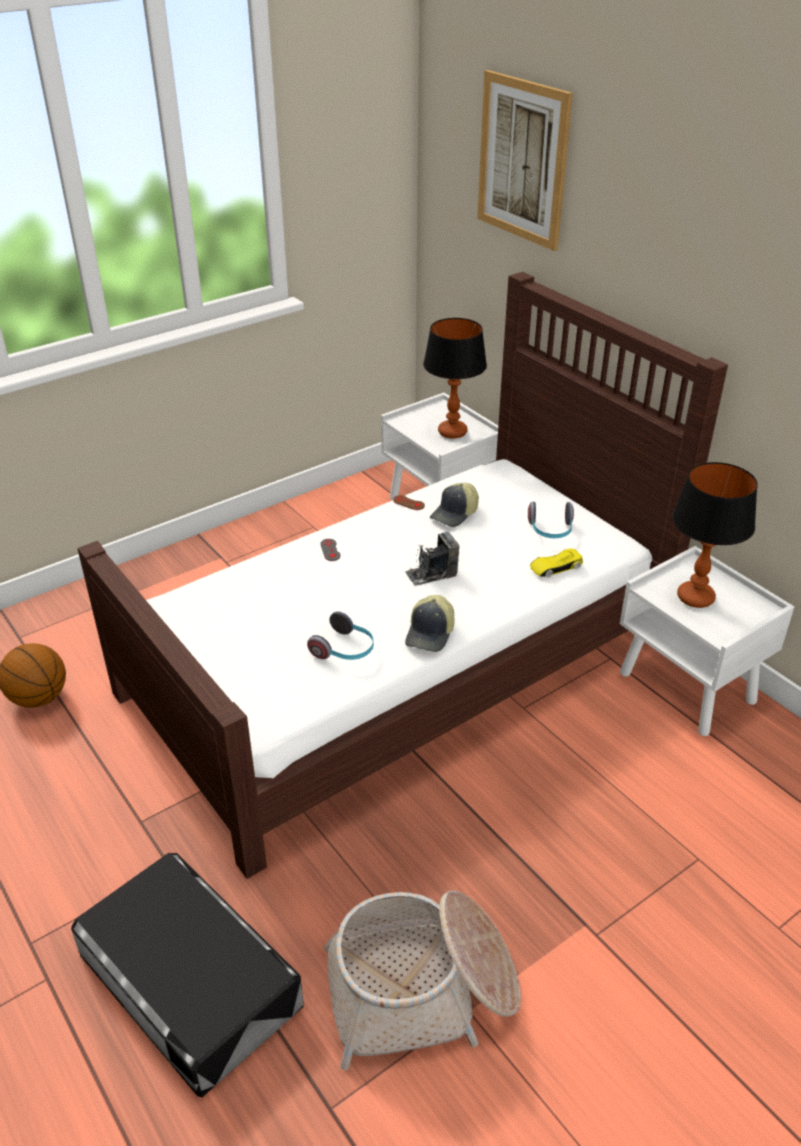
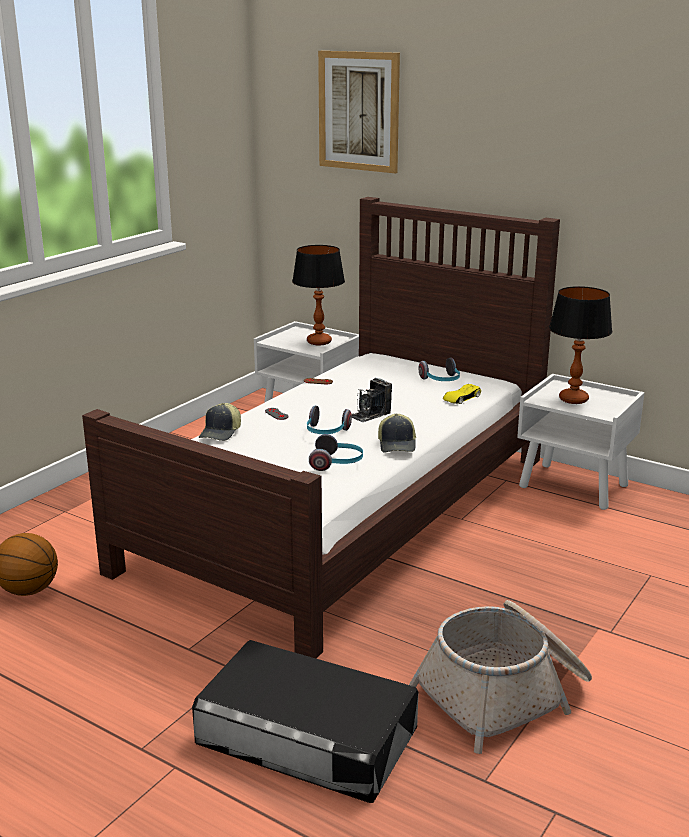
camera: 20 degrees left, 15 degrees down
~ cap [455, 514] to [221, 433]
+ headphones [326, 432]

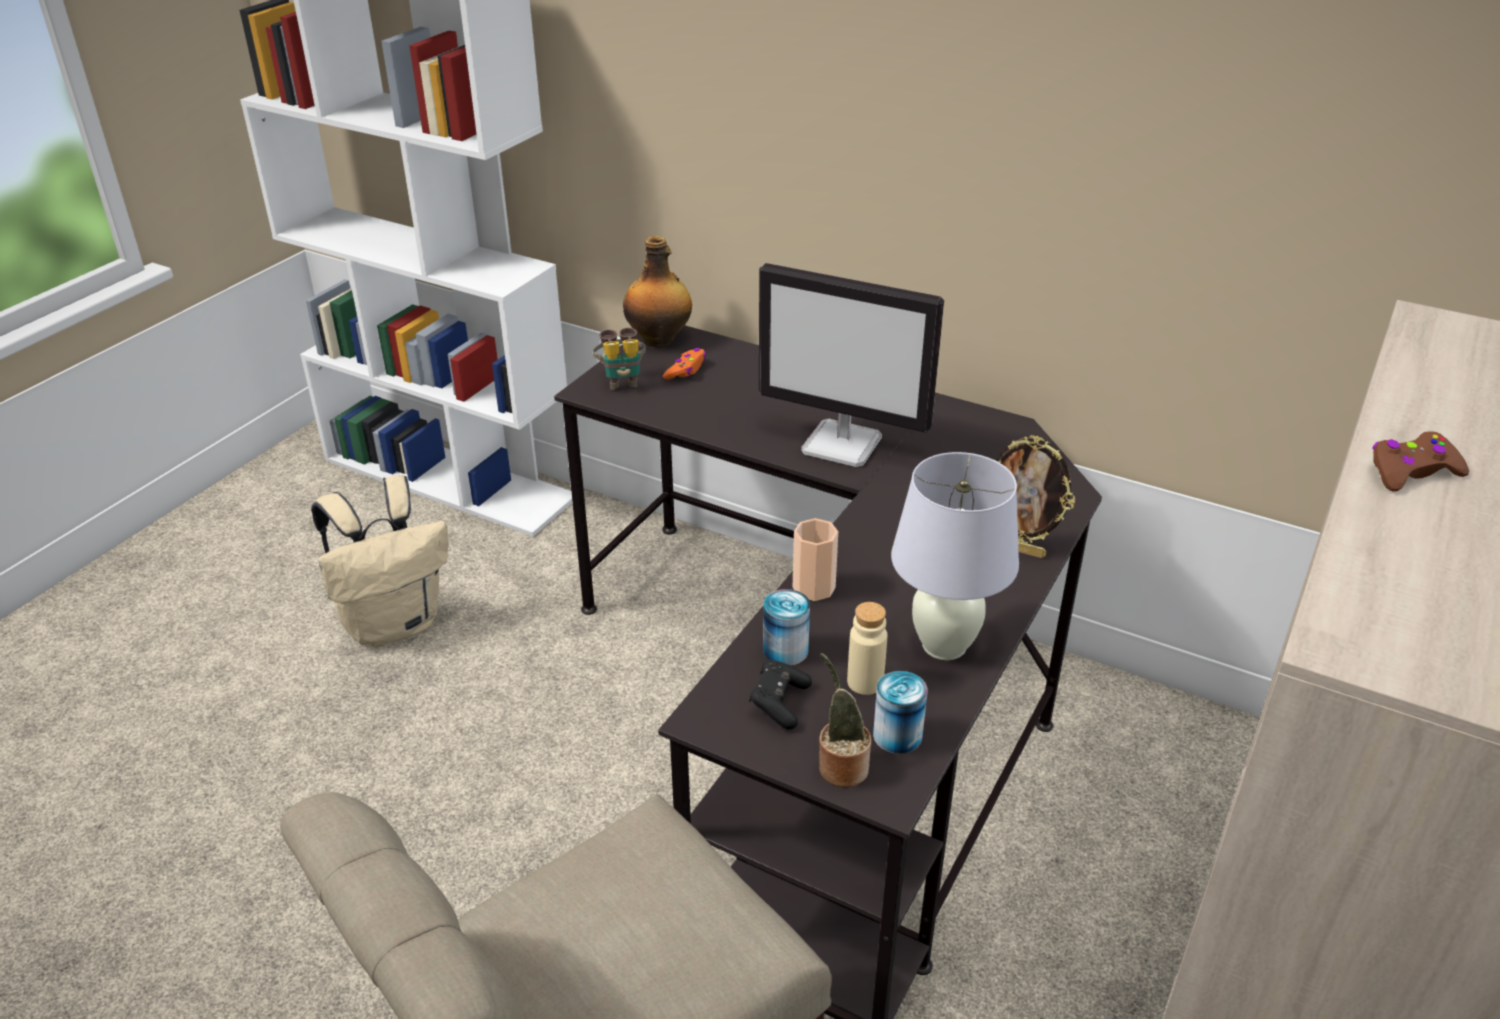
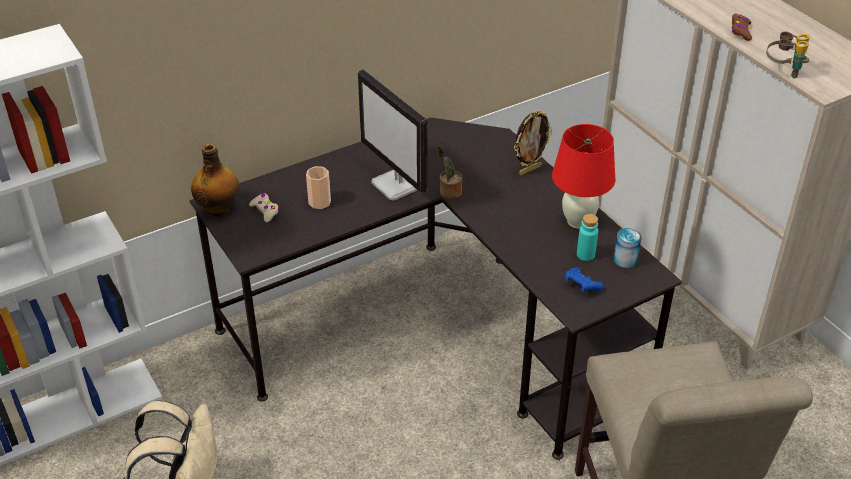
camera: 60 degrees left, 5 degrees up
~ game controller/orange [686, 370] to game controller/beige [265, 211]
~ cup [814, 587] to [319, 202]
~ monitor [843, 445] = [397, 185] 90 degrees clockwise
~ potted plant [840, 766] to [449, 192]
~ table lamp/white [943, 645] to table lamp/red [577, 221]
~ game controller/black [779, 703] to game controller/blue [581, 286]
~ bottle/beige [865, 682] to bottle/turquoise [585, 255]
~ binoculars [622, 380] to [783, 71]
- can [785, 650]

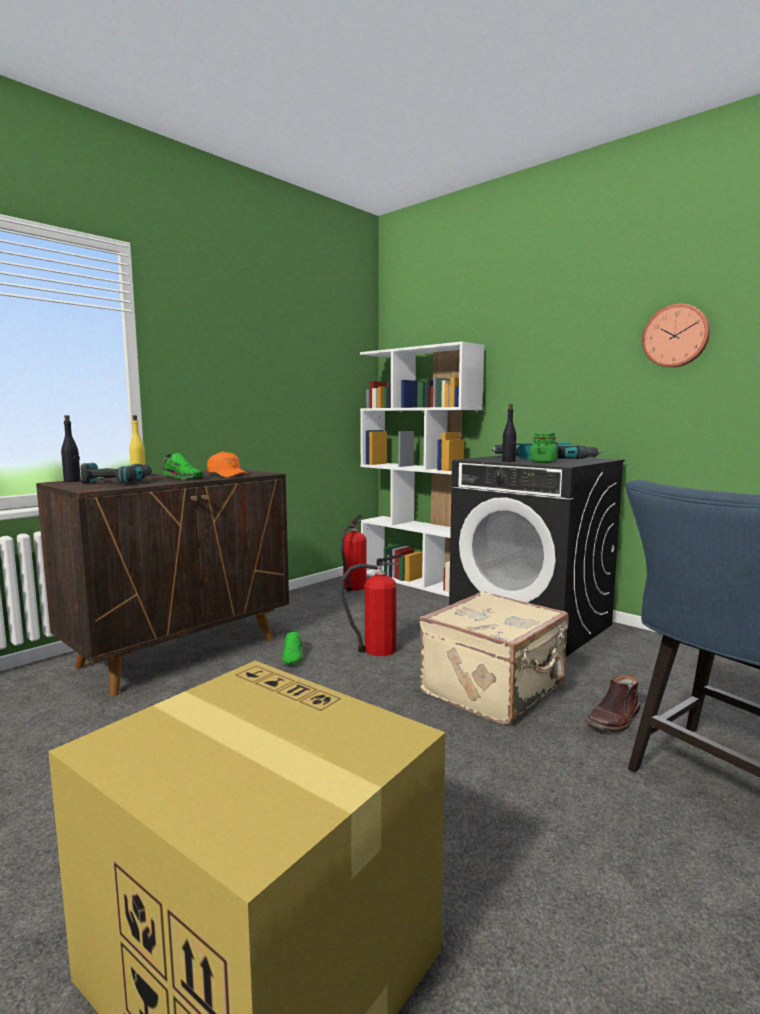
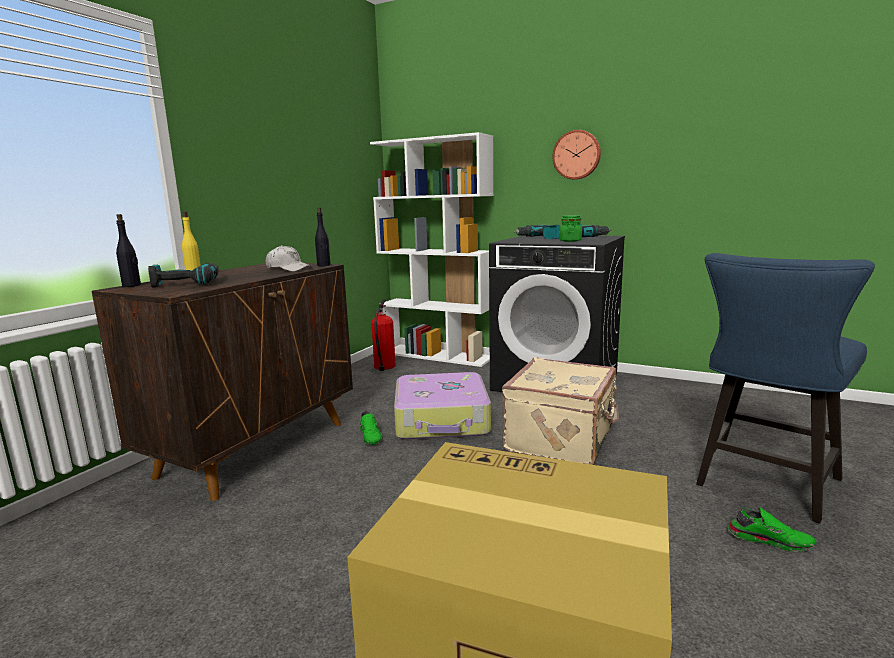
camera: 15 degrees left, 5 degrees up
~ cap/orange [227, 475] to cap/white [288, 269]
~ bottle/black [508, 461] to [324, 265]
~ fire extinguisher [377, 650] to suitcase [442, 420]
~ wall clock [676, 336] to [577, 155]
~ shoe/green [184, 478] to [769, 539]
- boot/brown [614, 719]

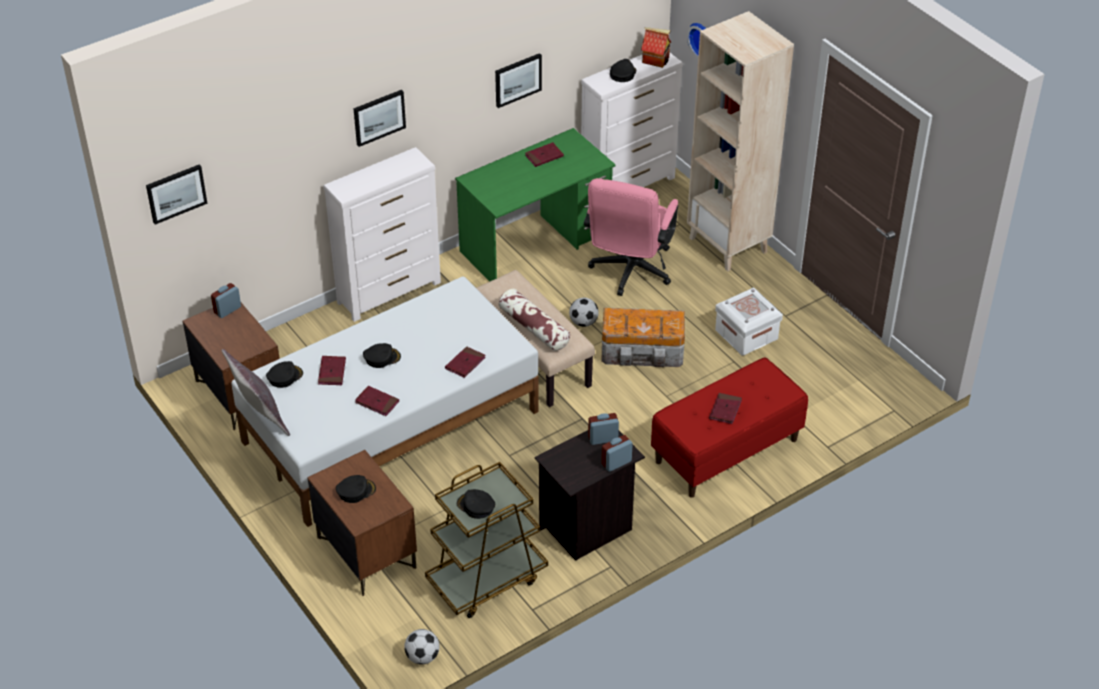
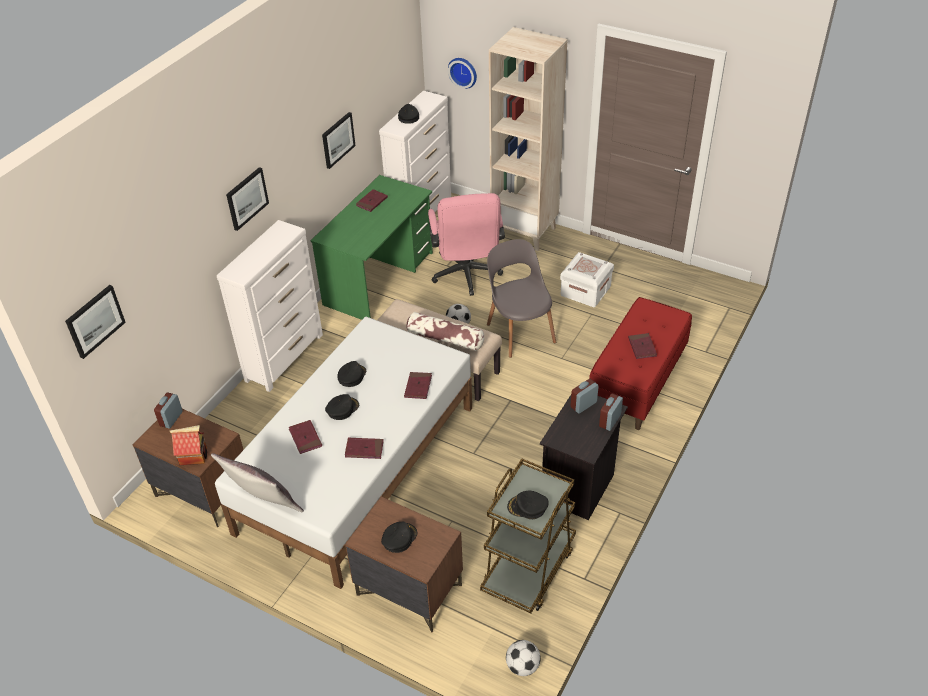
camera: 25 degrees left, 0 degrees up
~ toy house [656, 60] to [194, 455]
~ cap/black [284, 376] to [351, 376]
~ storage box [643, 352] to chair/grey [520, 331]

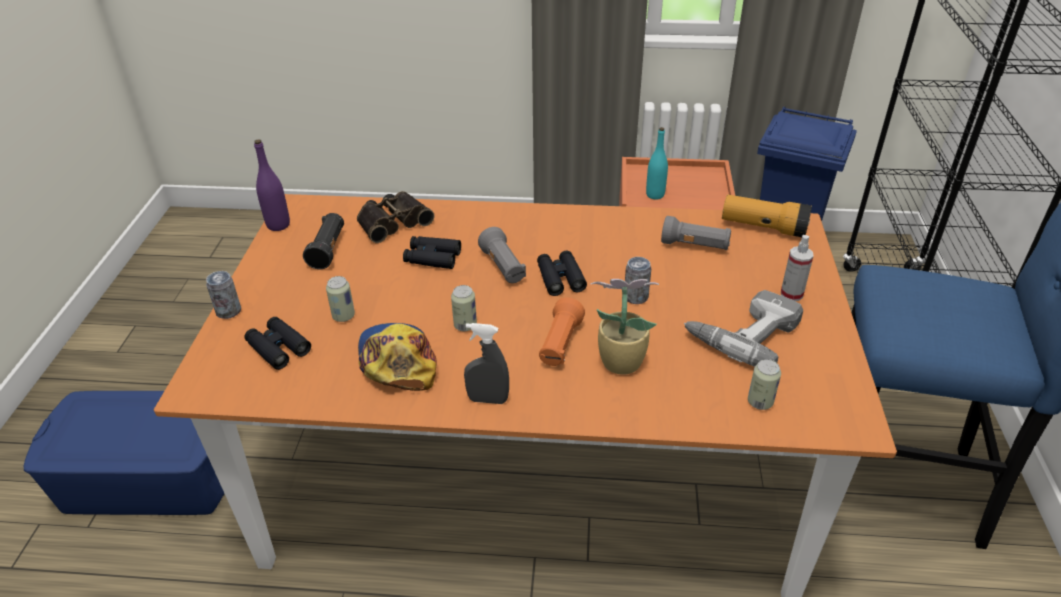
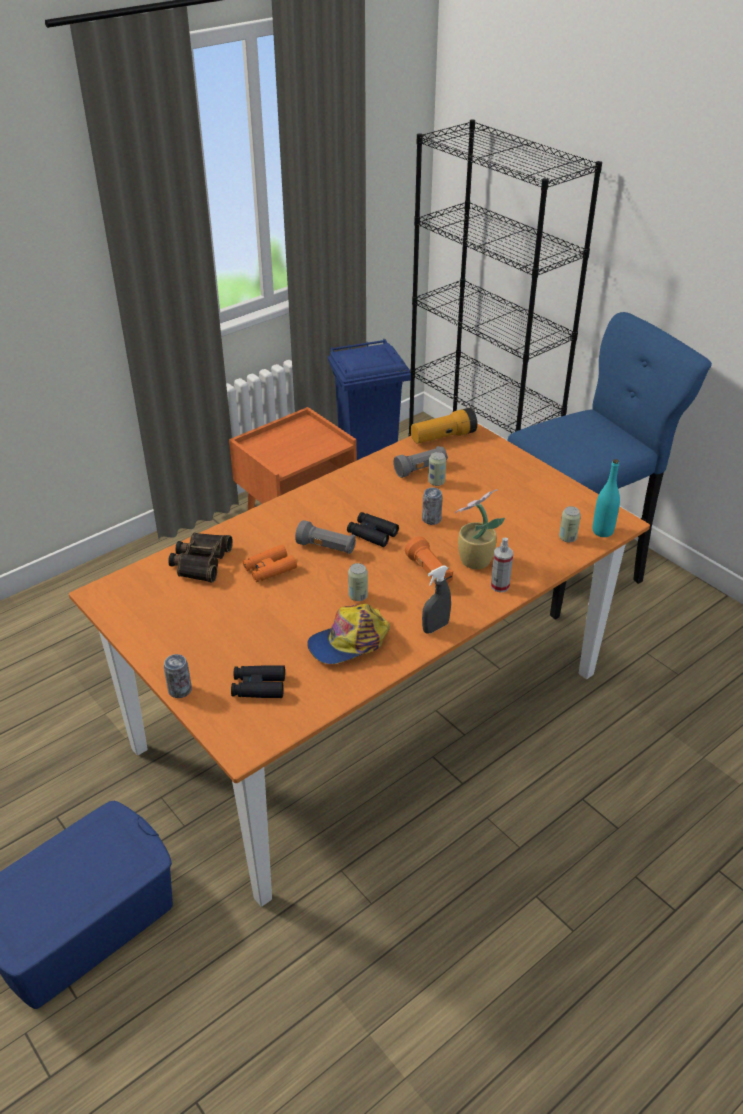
camera: 45 degrees left, 0 degrees up
~ binoculars/black [432, 258] to binoculars/orange [269, 569]
~ cap [397, 360] = [349, 642] 60 degrees counterclockwise
~ can [343, 316] to [436, 482]
~ spray bottle [791, 294] to [500, 586]
~ bottle/turquoise [655, 195] to [602, 531]
- bottle/purple [278, 225]
- flashlight/black [328, 250]
- power drill [742, 333]

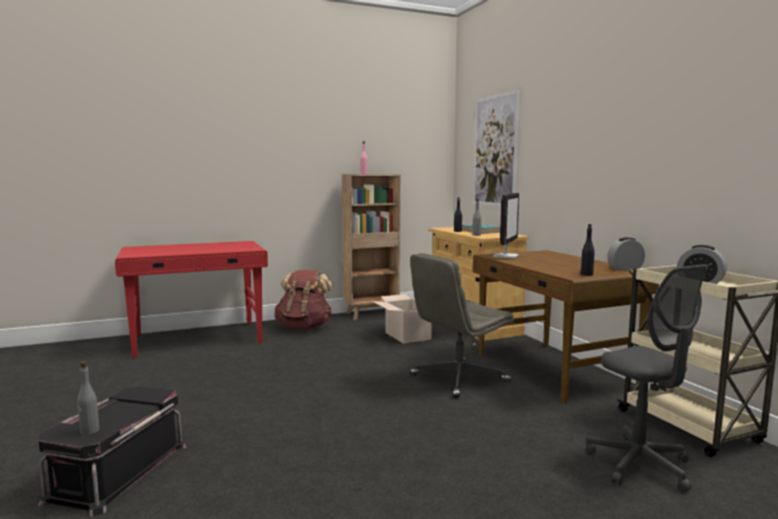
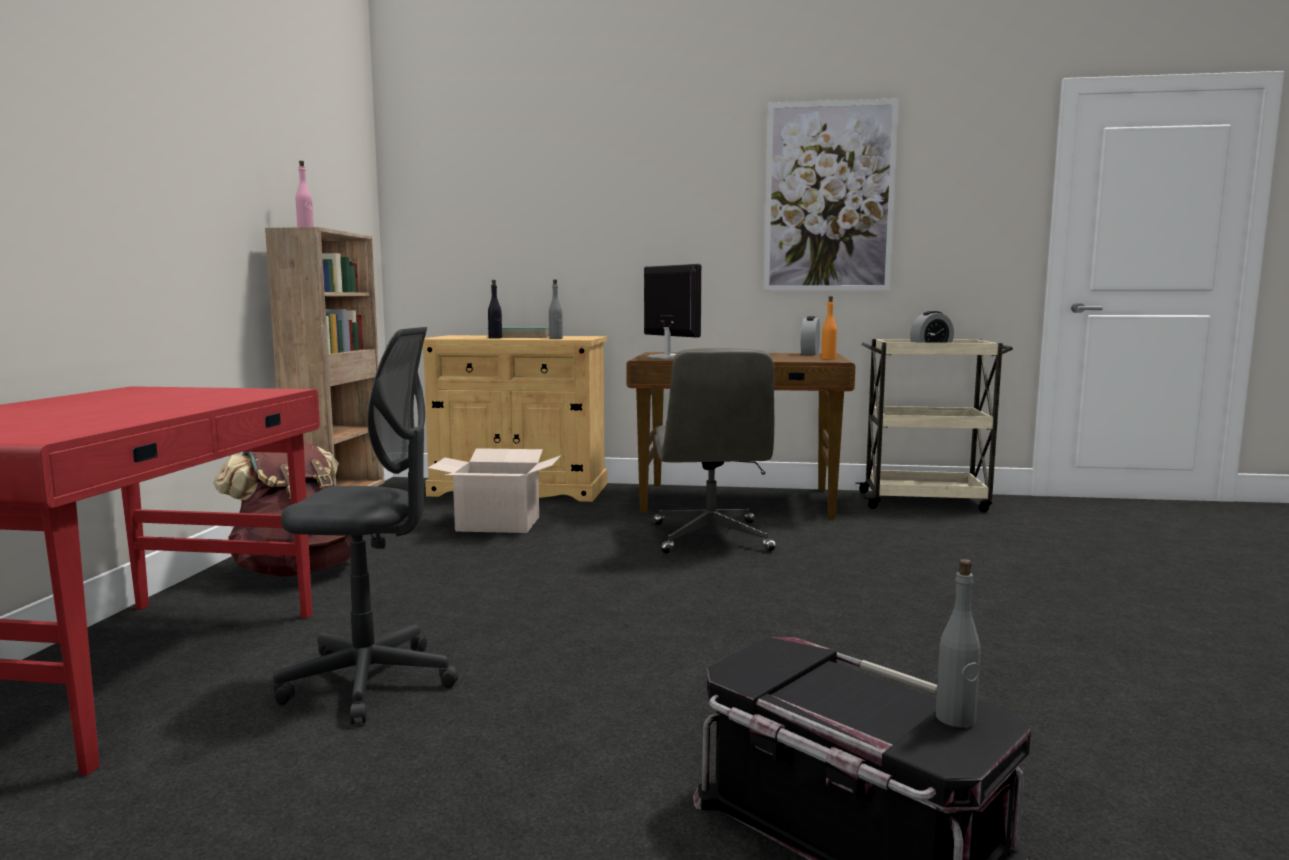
camera: 60 degrees left, 0 degrees up
~ office chair/grey [639, 465] to [370, 682]
~ picture [495, 151] to [829, 197]
~ bottle/black [587, 274] to bottle/orange [828, 359]

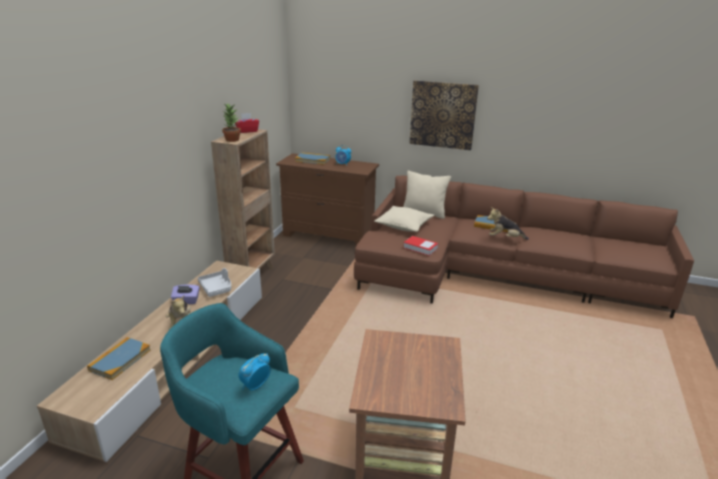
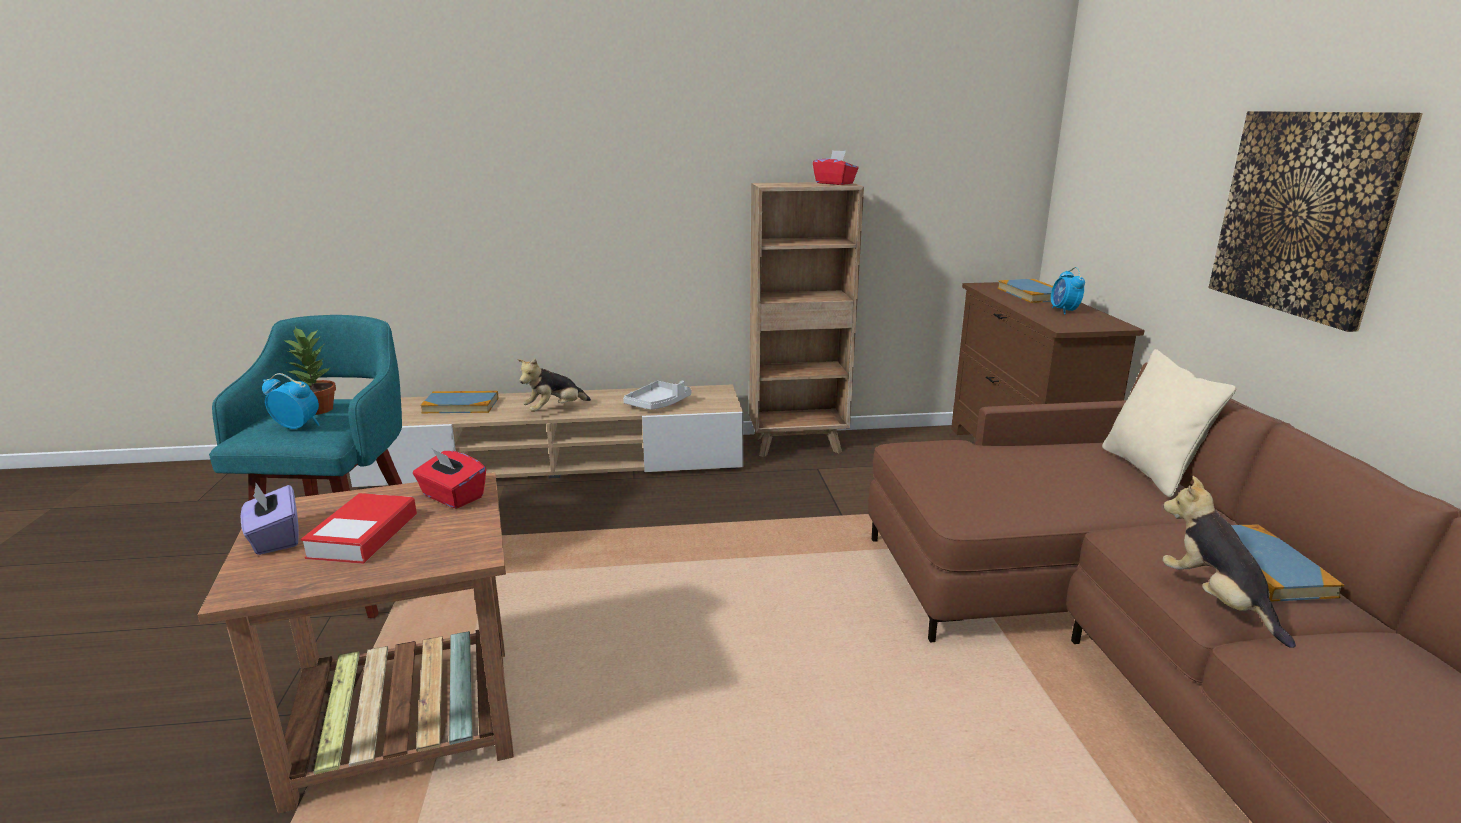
camera: 65 degrees right, 5 degrees down
~ tissue box/purple [186, 301] to [275, 538]
~ potted plant [232, 140] to [318, 409]
~ book [420, 248] to [363, 536]
+ tissue box/red [452, 497]
- pillow/beige [404, 226]

